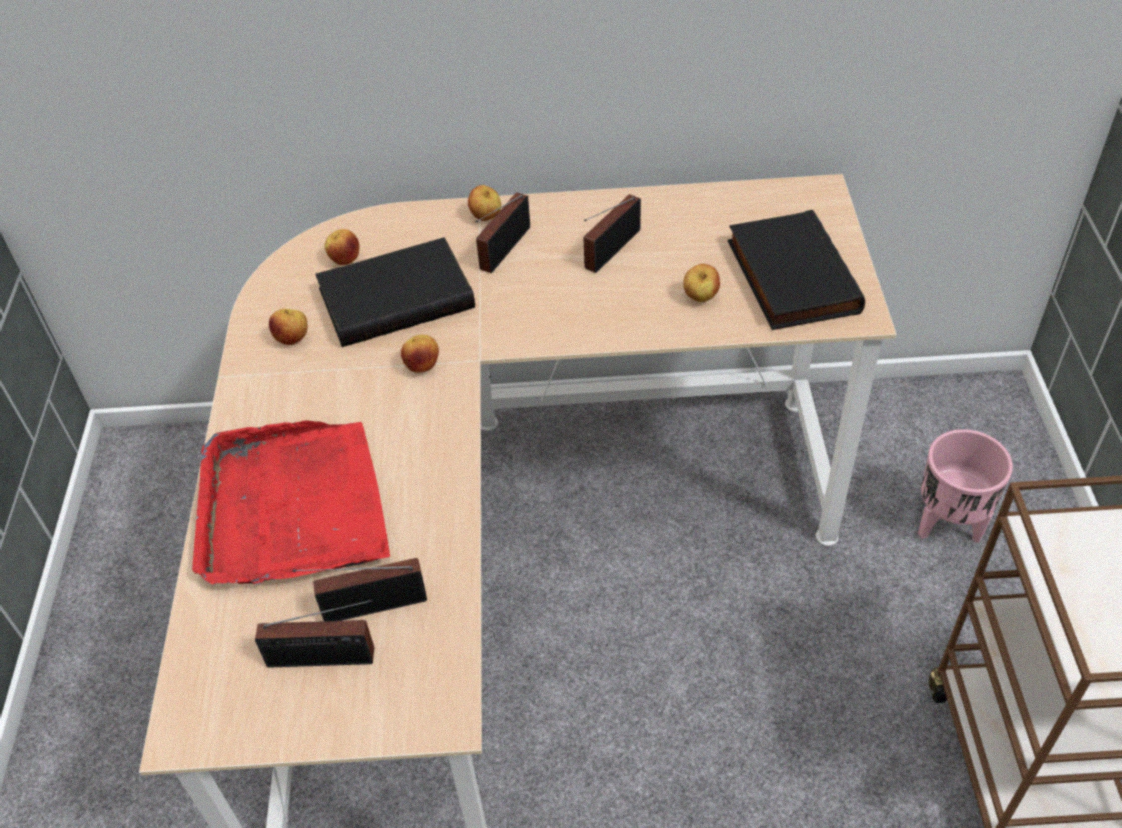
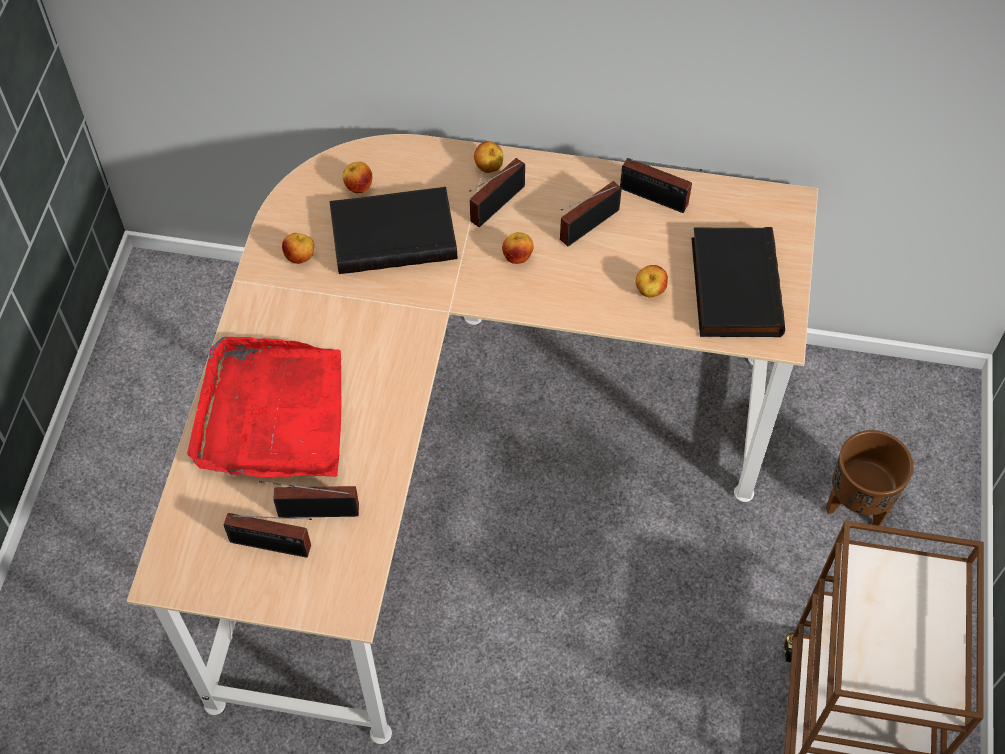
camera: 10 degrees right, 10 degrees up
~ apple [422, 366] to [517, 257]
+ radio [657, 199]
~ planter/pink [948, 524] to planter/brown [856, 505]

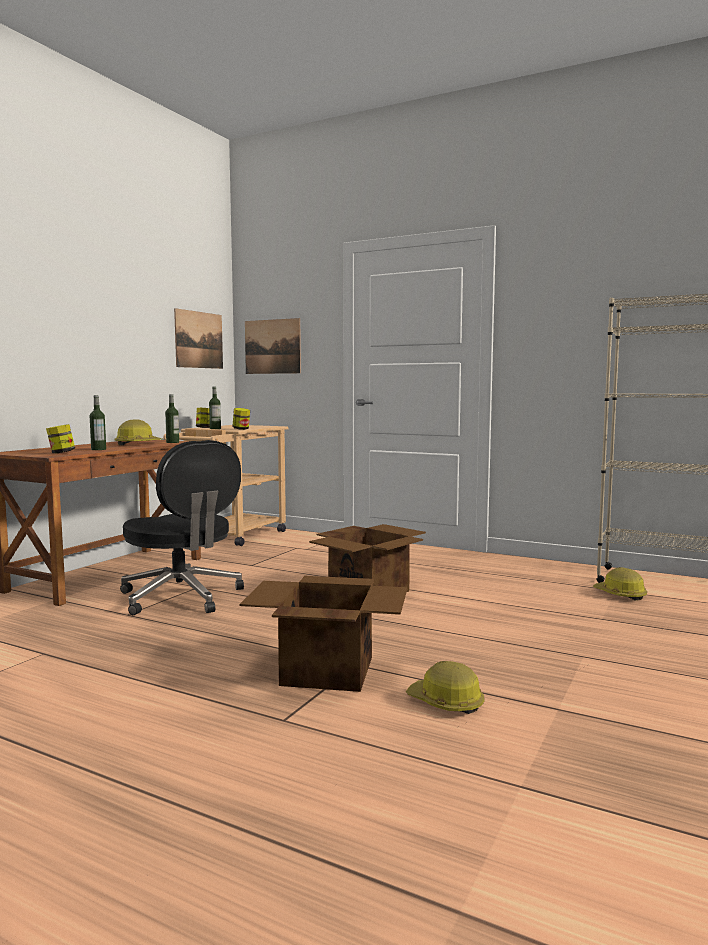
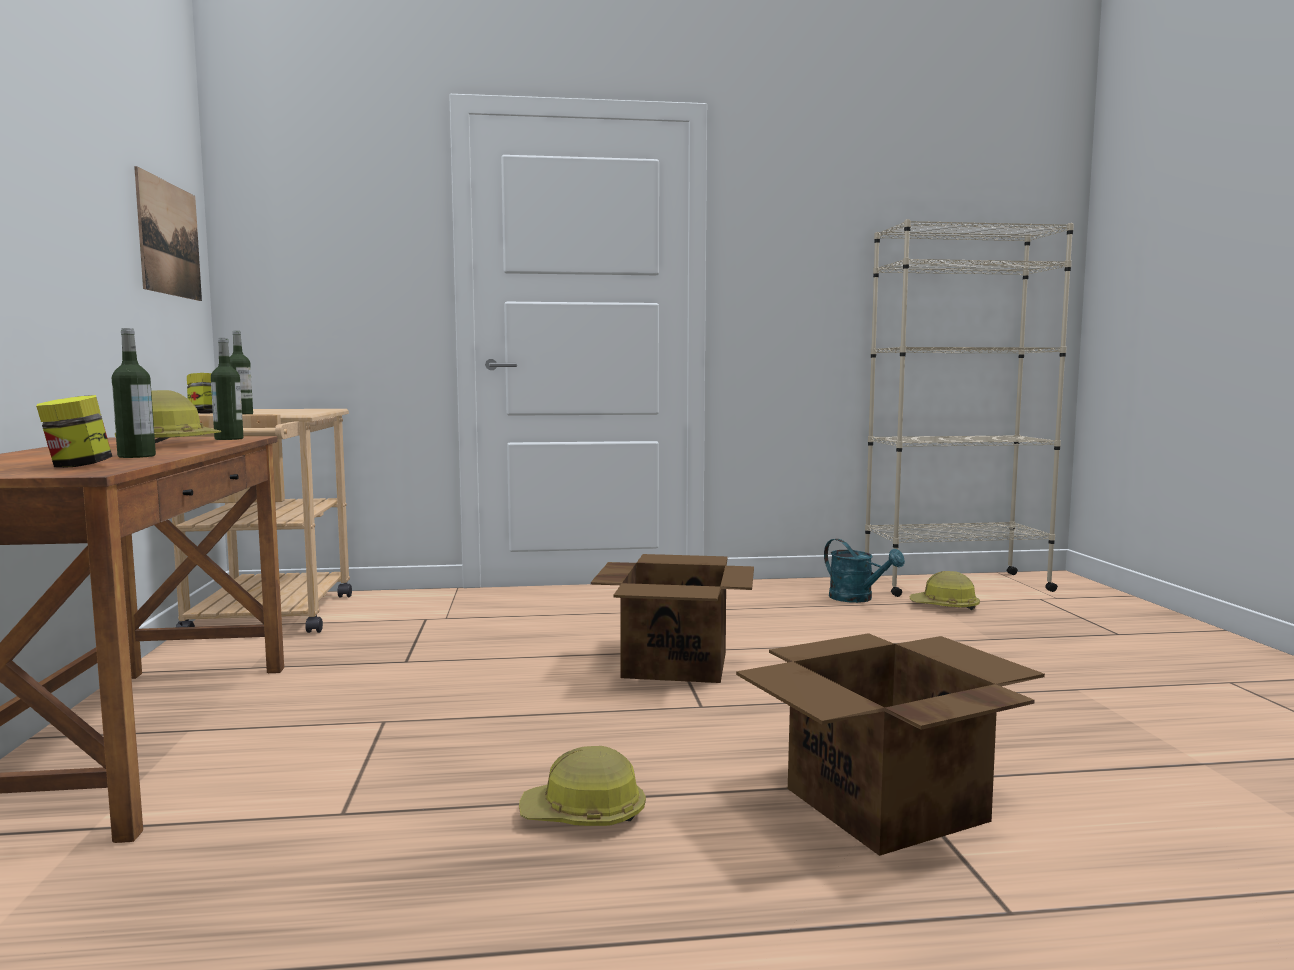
camera: 35 degrees left, 0 degrees up
~ hard hat [446, 702] to [584, 814]
+ watering can/turquoise [857, 599]
- office chair/black [182, 597]
- jar [241, 429]
- picture [272, 346]

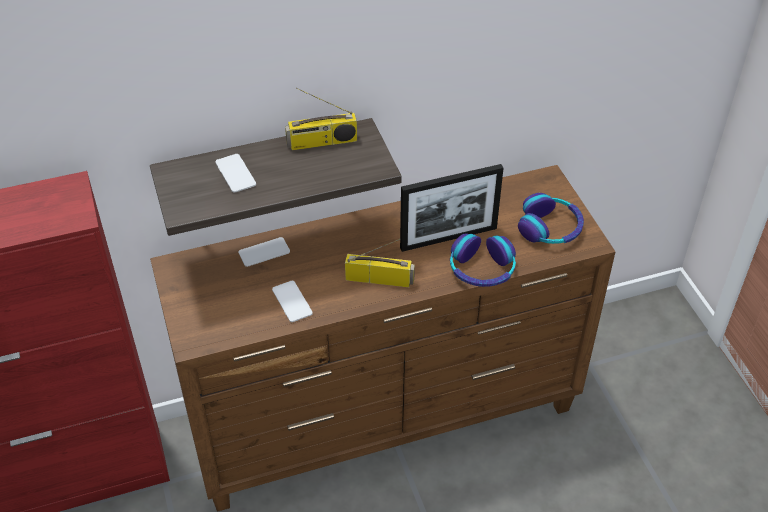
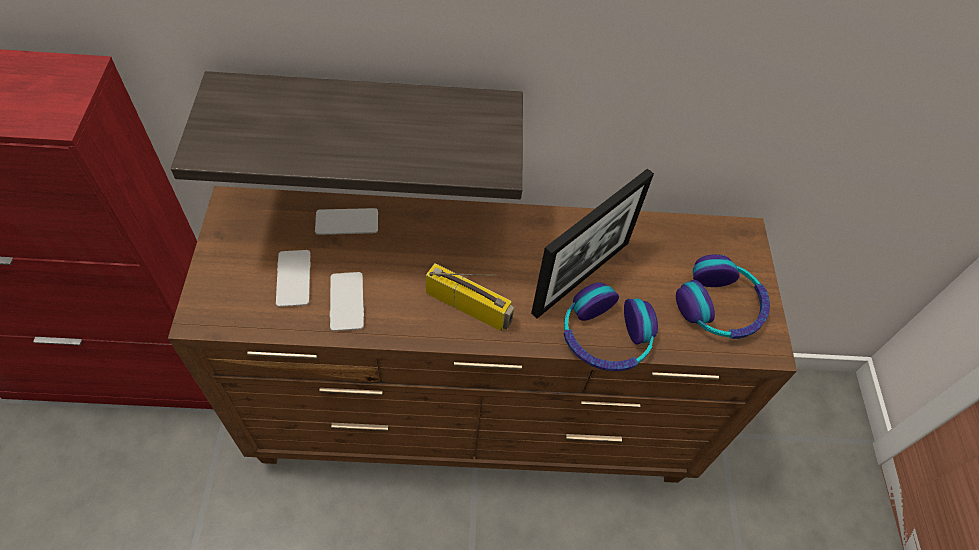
camera: 15 degrees right, 10 degrees up
~ phone [235, 174] to [293, 278]
~ picture frame [448, 238] = [581, 277] 45 degrees counterclockwise
- radio [322, 142]

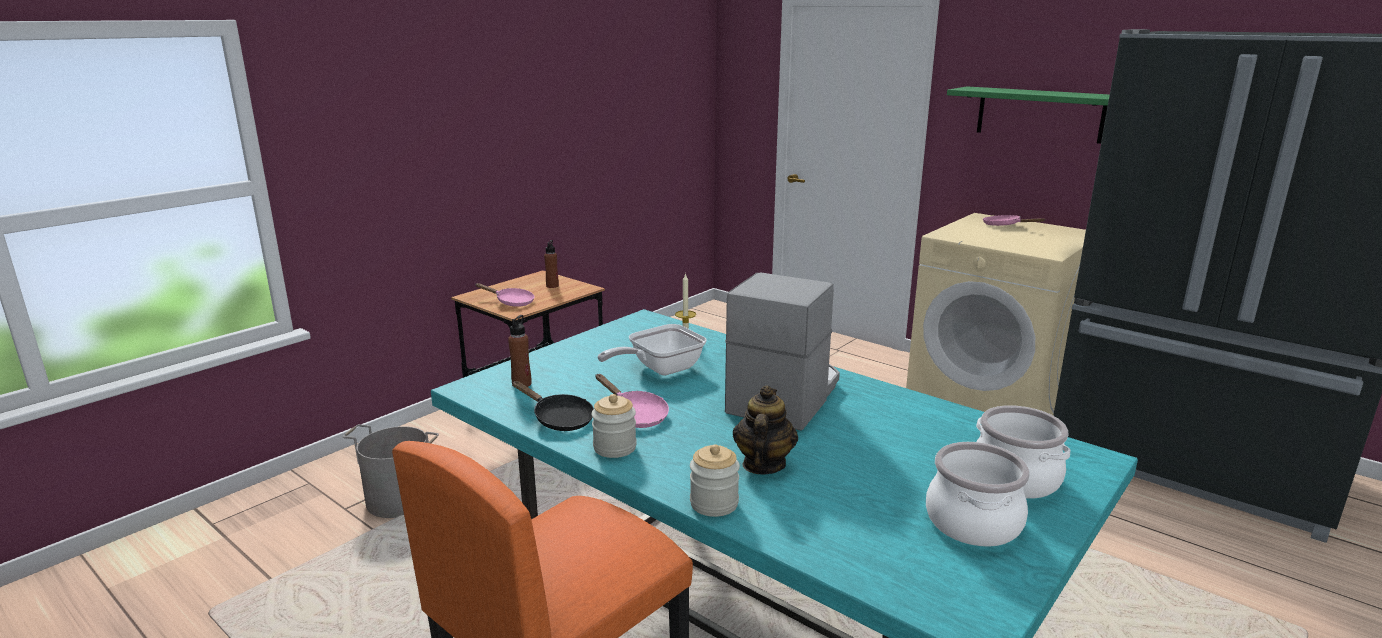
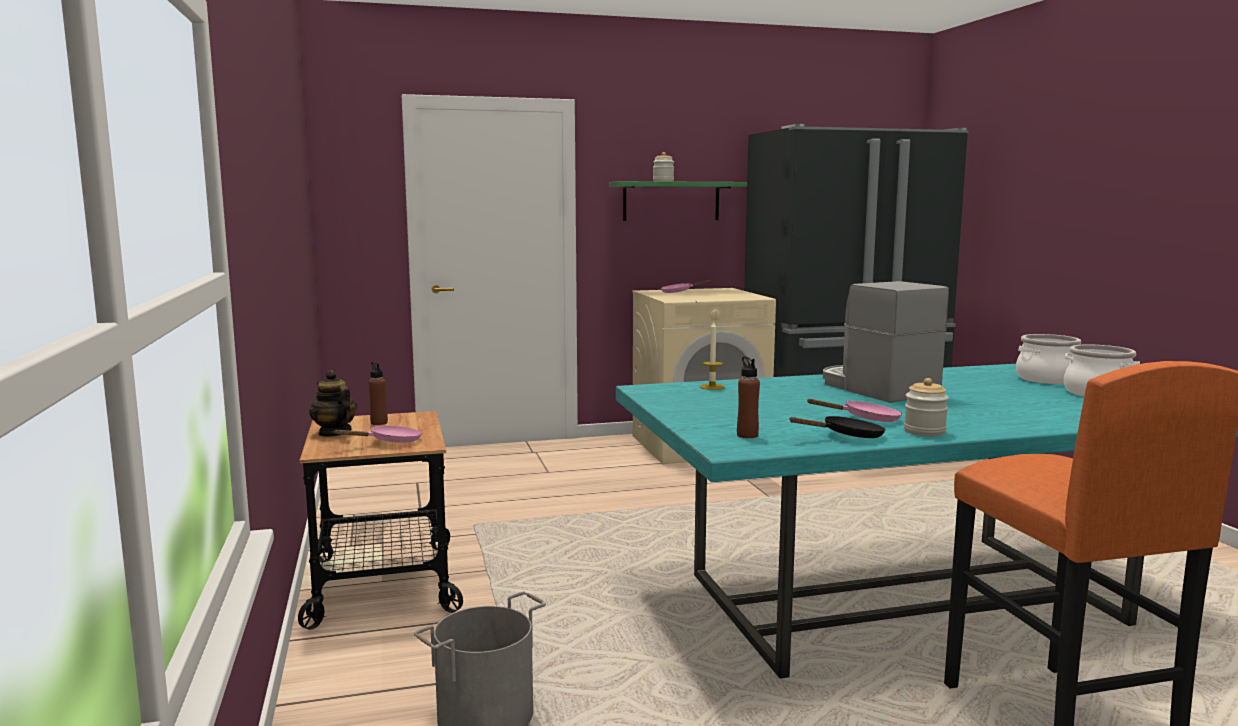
camera: 55 degrees left, 10 degrees down
~ teapot [763, 464] to [334, 433]
~ jar [714, 503] to [663, 181]
- frying pan [660, 369]

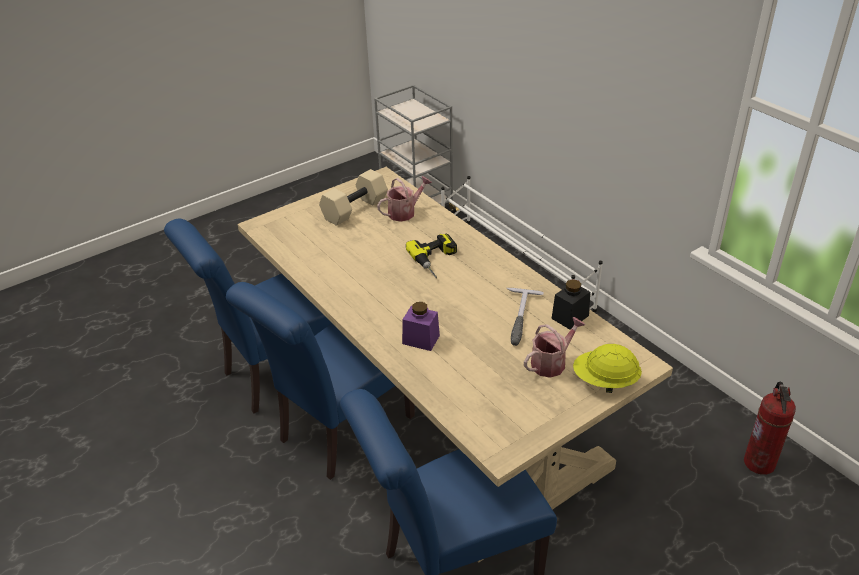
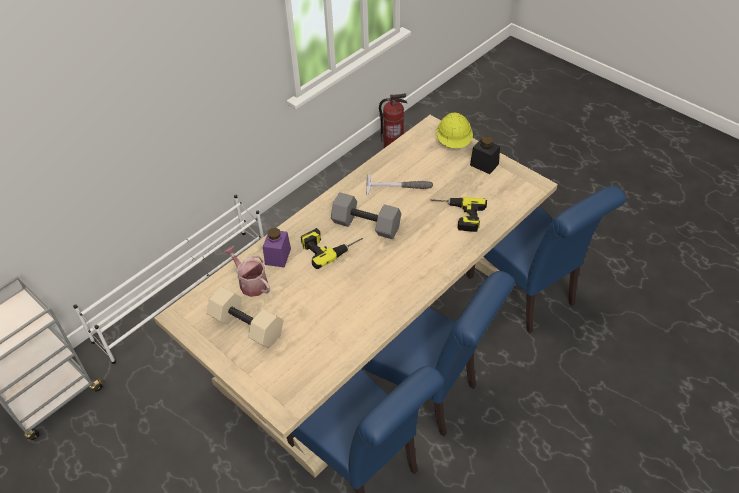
camera: 100 degrees left, 10 degrees up
~ jar/purple [421, 339] to [278, 256]
+ dumbbell/grey [365, 226]
+ power drill [457, 216]
~ jar/black [570, 317] to [484, 164]
- watering can [552, 362]

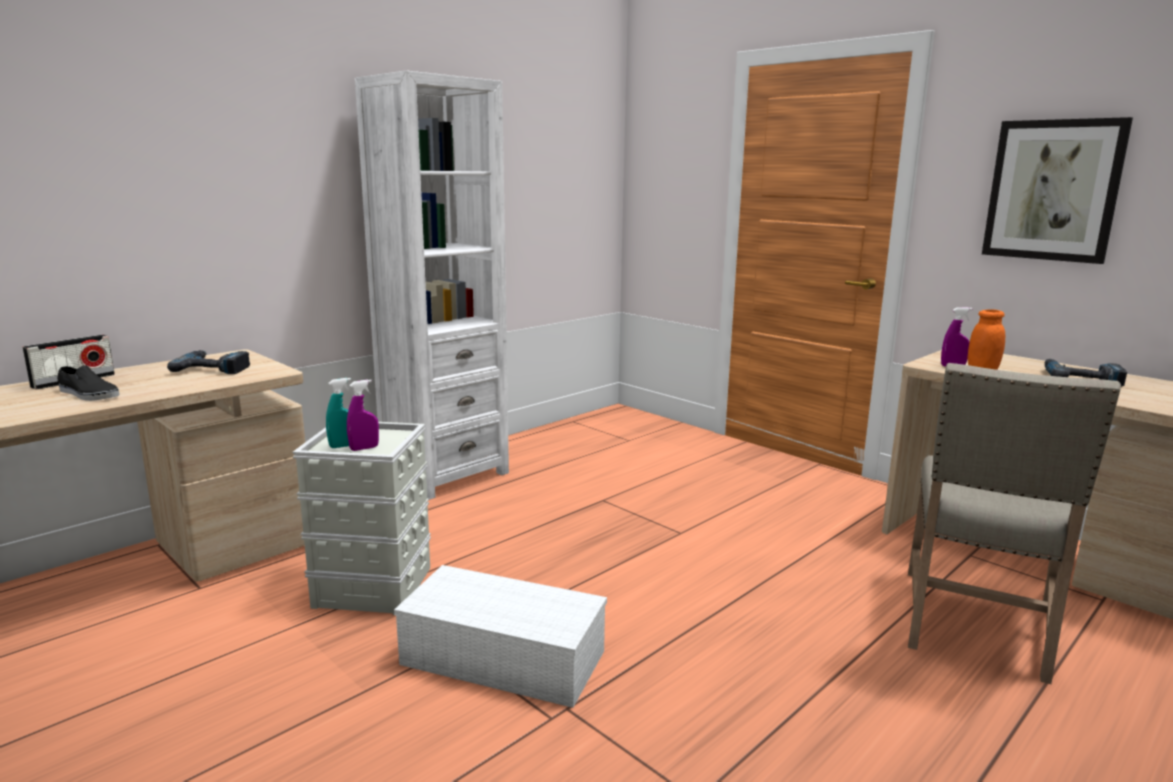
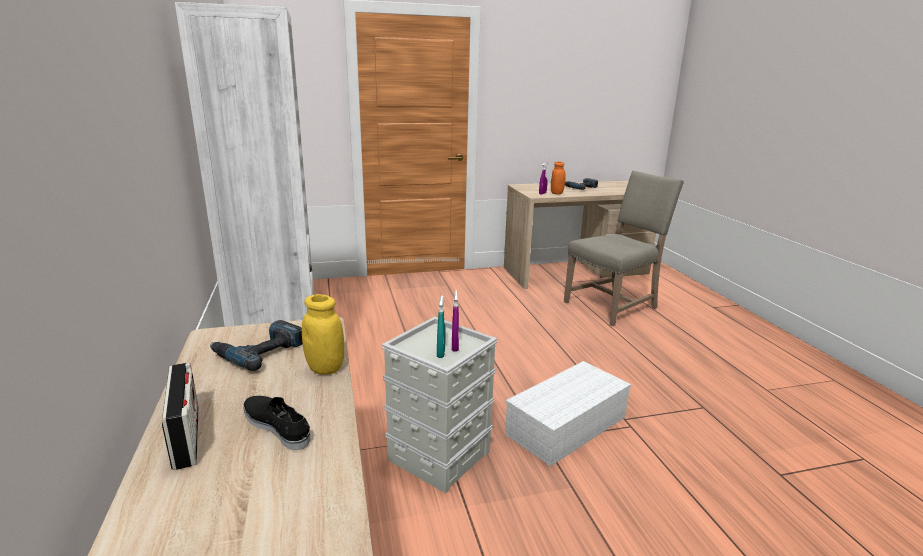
camera: 60 degrees left, 5 degrees up
~ shoe/black [88, 394] = [277, 426] 105 degrees counterclockwise
+ jar/yellow [325, 368]
~ chair/beige [977, 626] = [613, 305] 90 degrees counterclockwise
- picture [1053, 190]

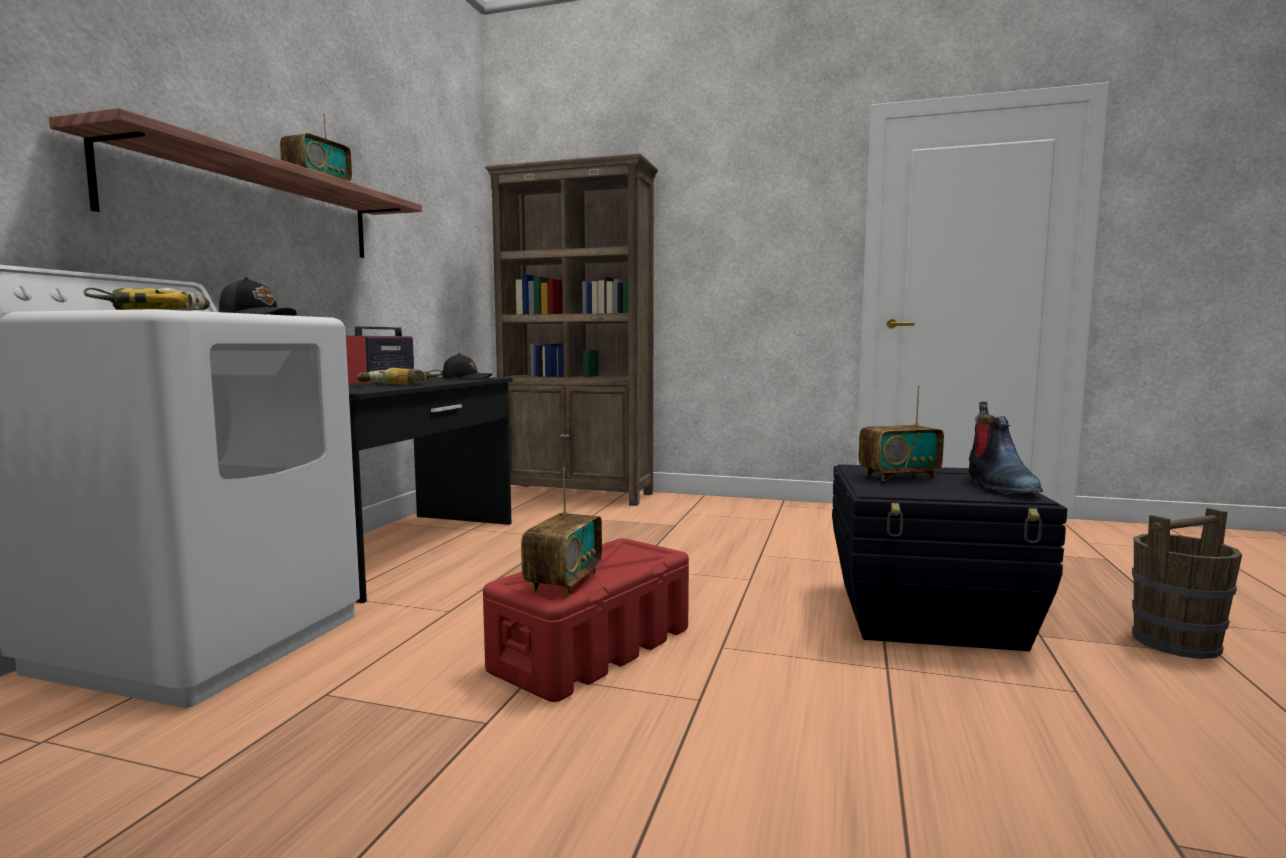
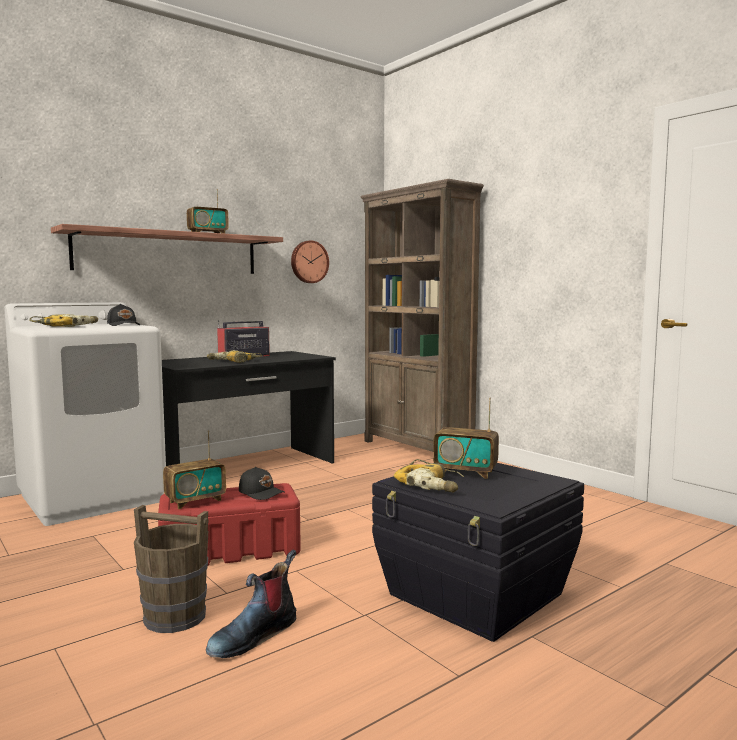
camera: 35 degrees right, 0 degrees up
~ bucket/brown [1174, 642] to [174, 616]
~ boot [998, 486] to [253, 635]
~ cap/black [466, 378] to [261, 493]
+ wall clock [309, 262]
+ power drill [431, 484]

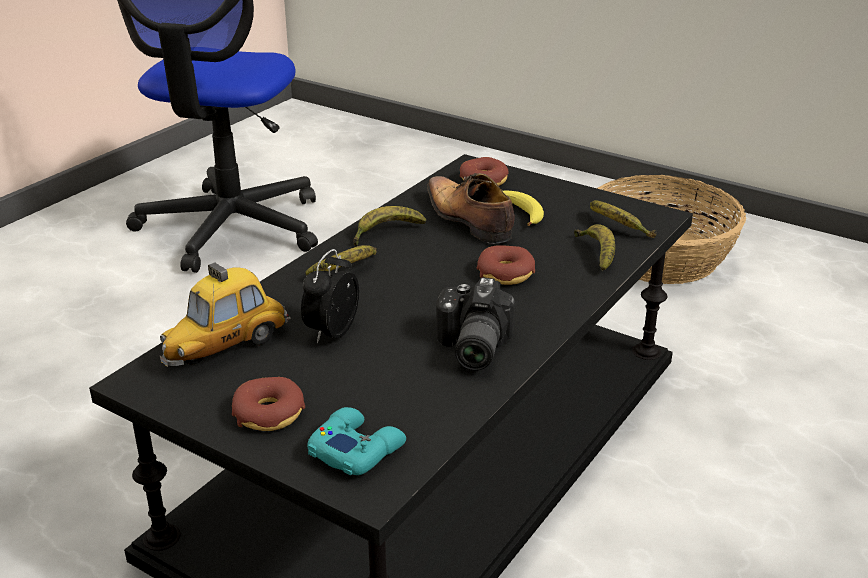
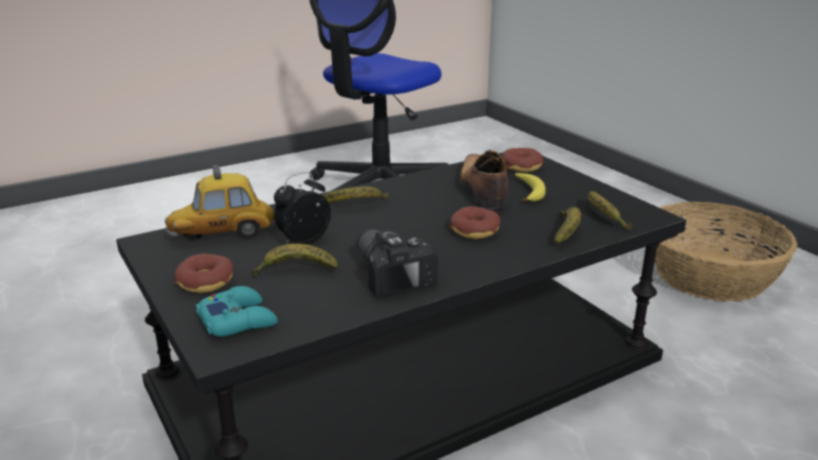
camera: 25 degrees right, 5 degrees down
~ banana [386, 233] to [295, 271]
~ photo camera [469, 348] = [393, 274] 120 degrees clockwise

